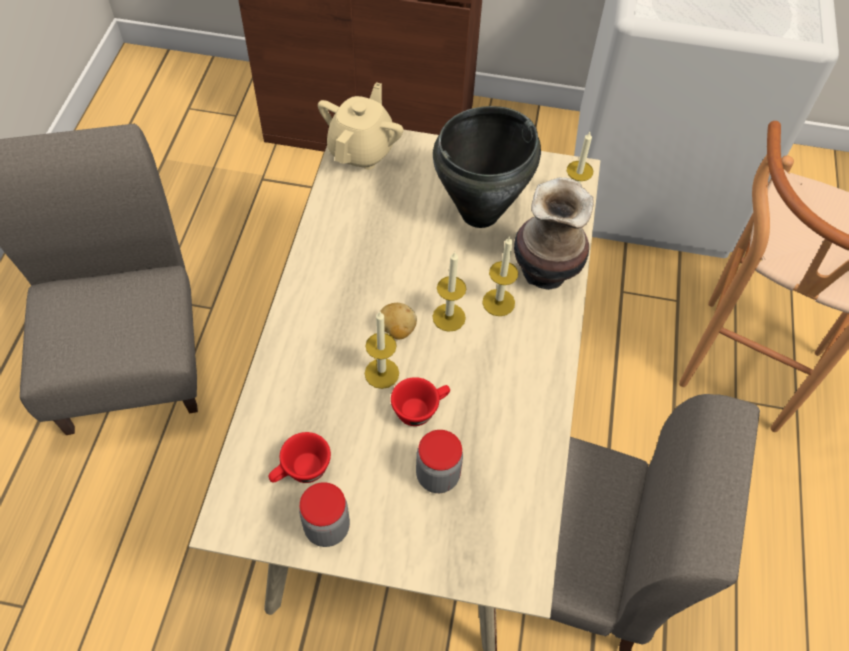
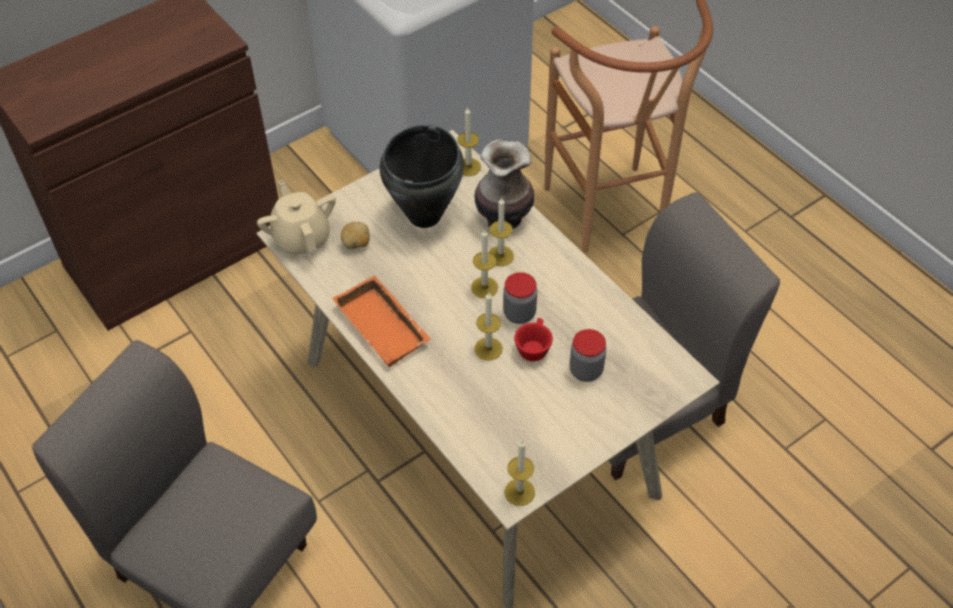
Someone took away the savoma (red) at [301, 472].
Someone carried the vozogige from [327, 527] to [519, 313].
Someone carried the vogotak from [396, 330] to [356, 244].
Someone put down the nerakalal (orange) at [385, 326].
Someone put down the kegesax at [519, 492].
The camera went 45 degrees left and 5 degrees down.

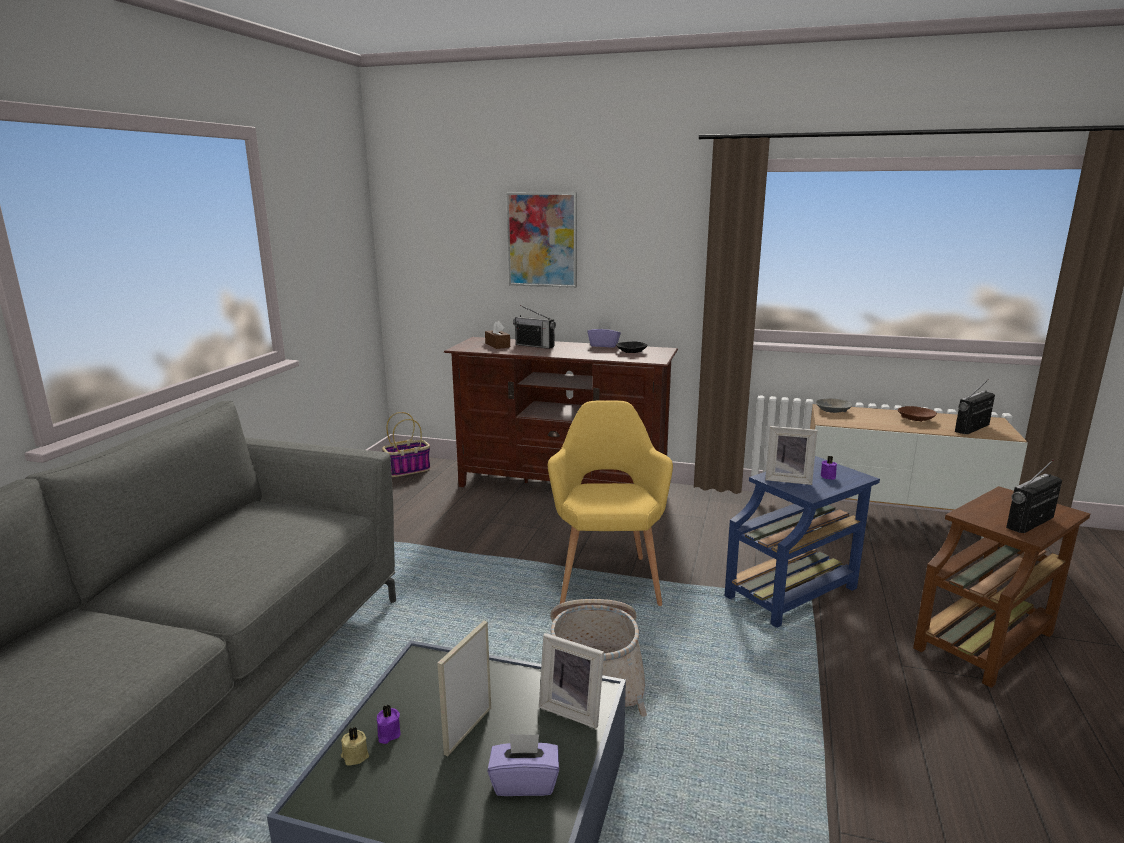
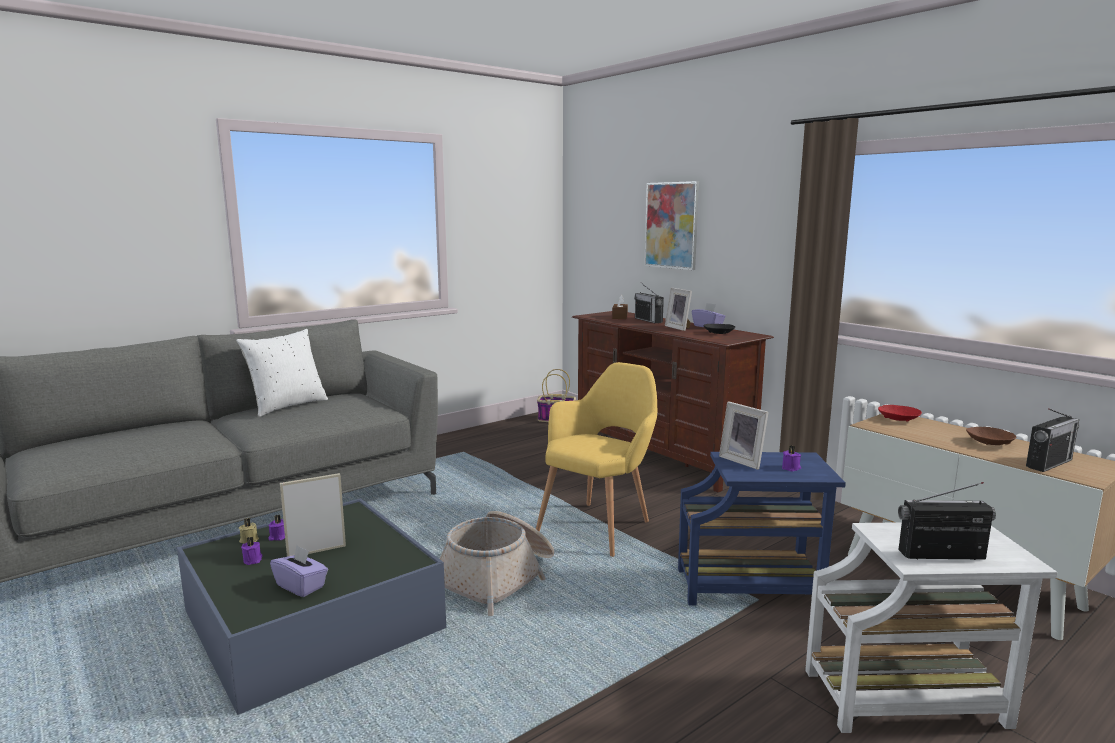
Someone carried the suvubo from [573, 709] to [679, 328].
Someone repainted the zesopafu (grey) at [832, 411], which became the zesopafu (red) at [898, 419].
Someone repainted the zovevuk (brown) at [986, 640], which became the zovevuk (white) at [910, 699].
Someone rotated the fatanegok at [972, 428] by 150 degrees clockwise.
Someone put down the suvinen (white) at [287, 406].
Someone put down the kegesax (purple) at [253, 560].
The camera went 35 degrees right and 5 degrees down.

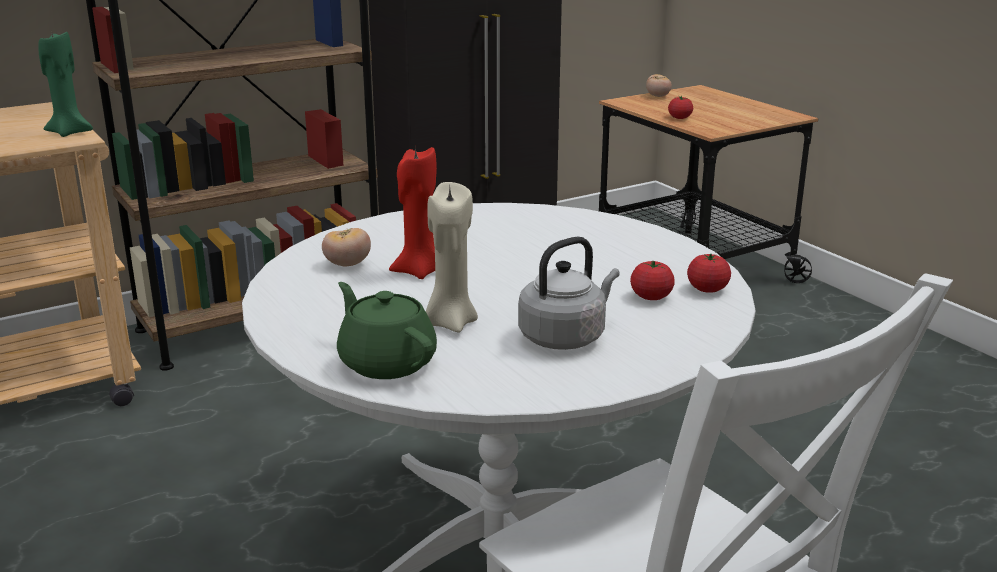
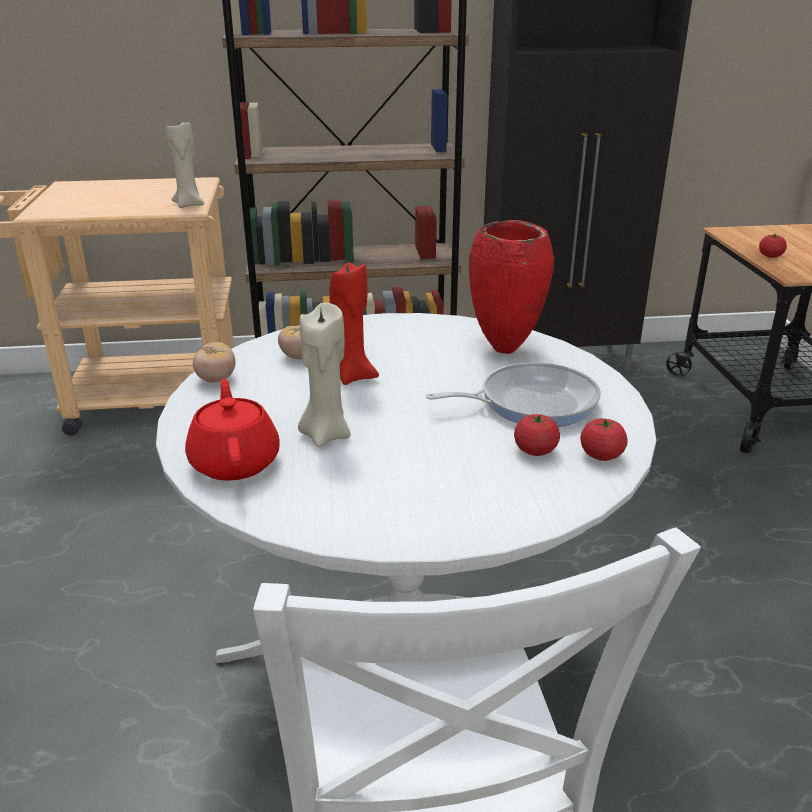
Someone repainted the kegesax (green) at [70, 132], which became the kegesax (beige) at [189, 205].
Someone repainted the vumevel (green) at [386, 362], which became the vumevel (red) at [235, 462].
Someone took away the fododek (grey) at [565, 337].
Someone carried the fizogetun from [658, 96] to [216, 379].
Someone put down the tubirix at [531, 402].
Someone put down the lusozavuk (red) at [506, 350].
The camera went 25 degrees right and 5 degrees up.

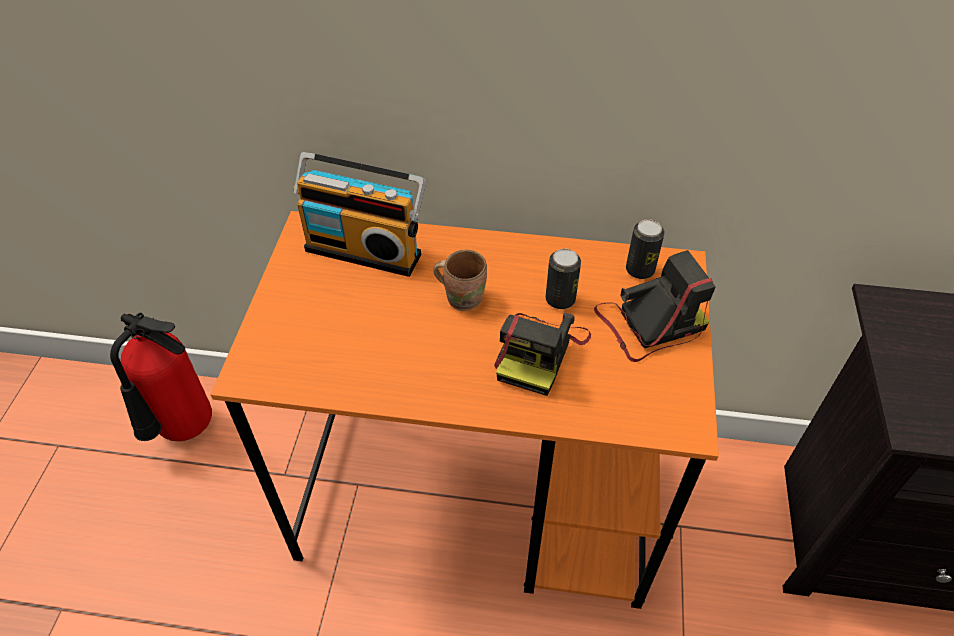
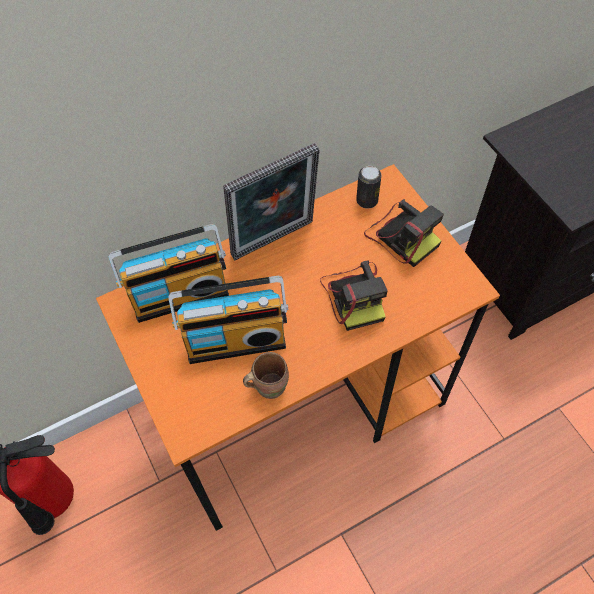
Someone carried the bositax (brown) from [463, 297] to [268, 385].
Someone took away the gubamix at [560, 299].
Someone rotated the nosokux at [649, 324] by 105 degrees clockwise.
Someone put down the fatanegok at [235, 339].
Someone put down the suvubo at [275, 242].
The camera went 35 degrees left and 10 degrees up.

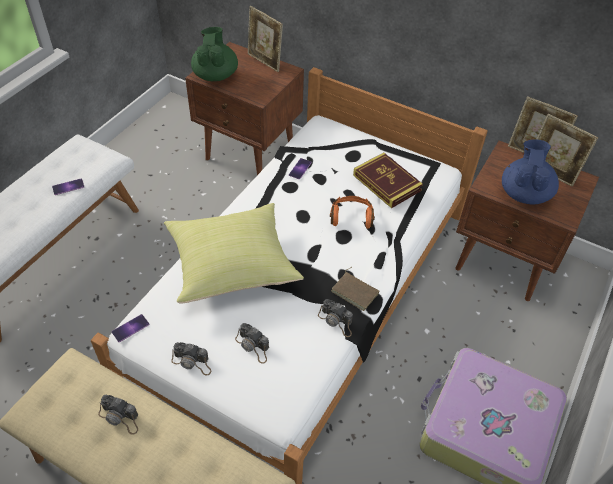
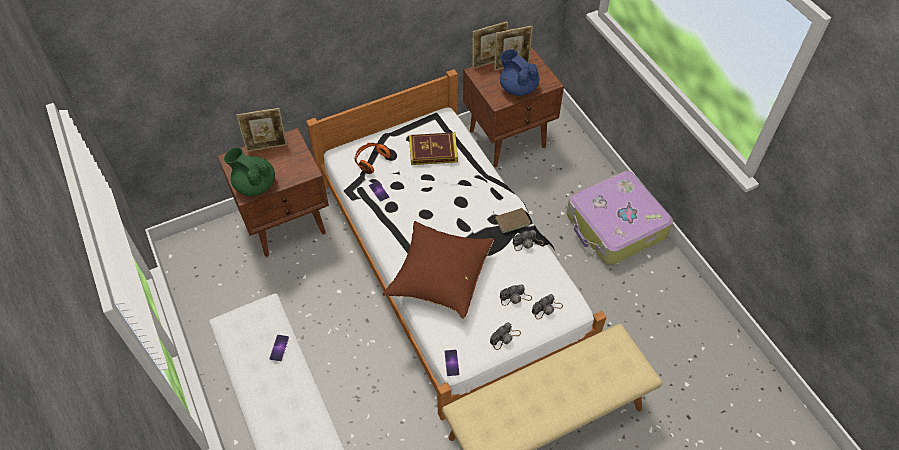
Someone carried the nosokux from [120, 417] to [547, 309].
Someone repainted the suvinen (yellow) at [232, 265], which became the suvinen (brown) at [439, 277].
Someone carried the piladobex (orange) from [351, 217] to [371, 160].
The camera went 55 degrees left and 5 degrees up.

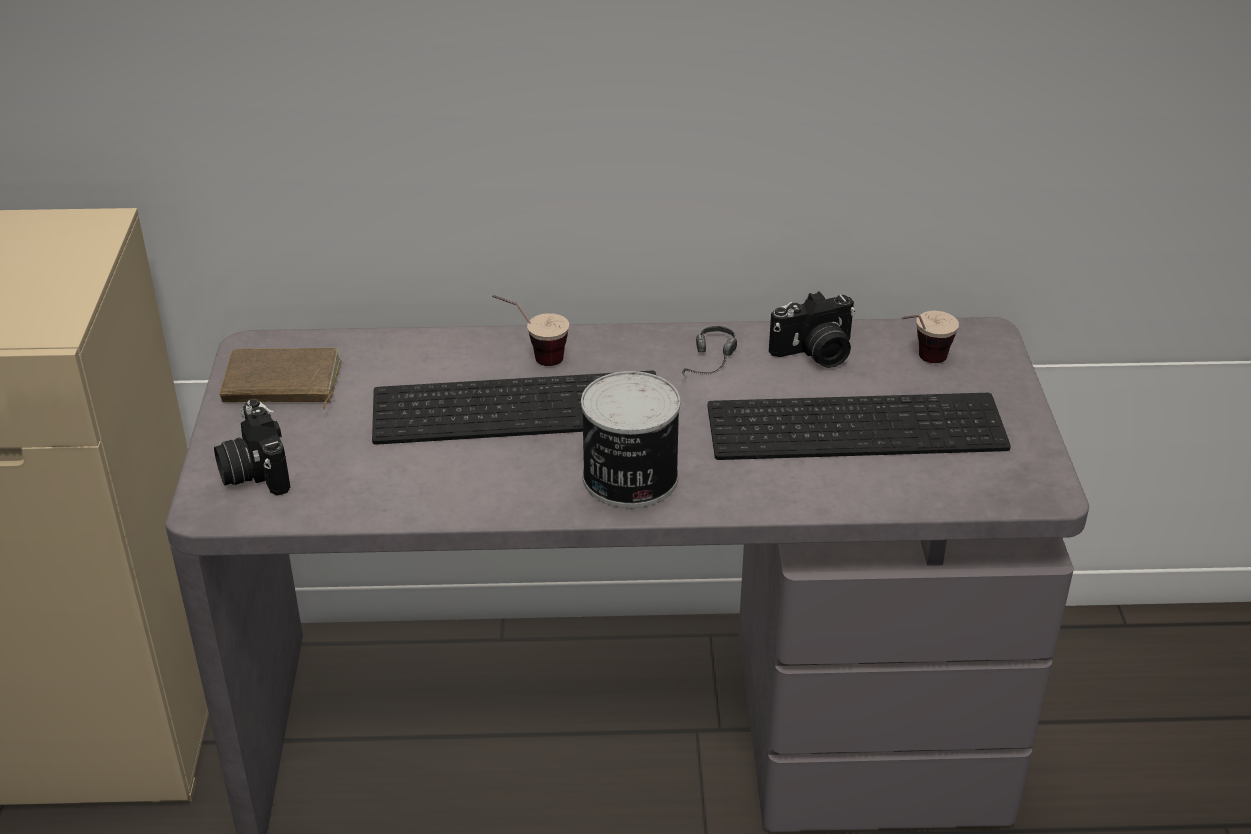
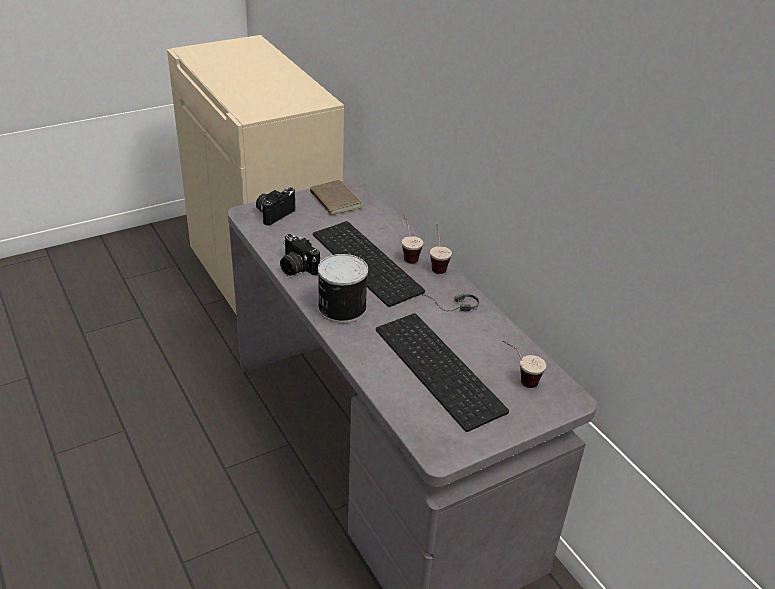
Someone carried the nosokux from [815, 354] to [296, 268].
Someone put down the savoma at [437, 264].
The camera went 60 degrees right and 0 degrees up.

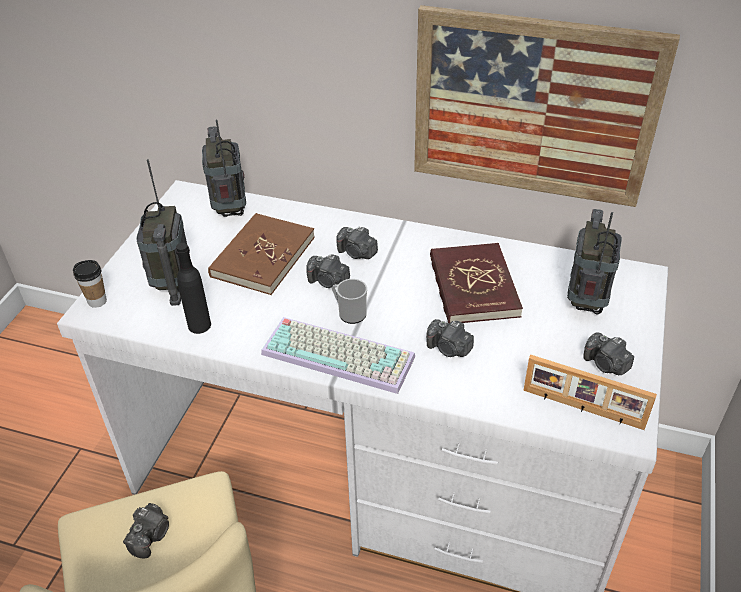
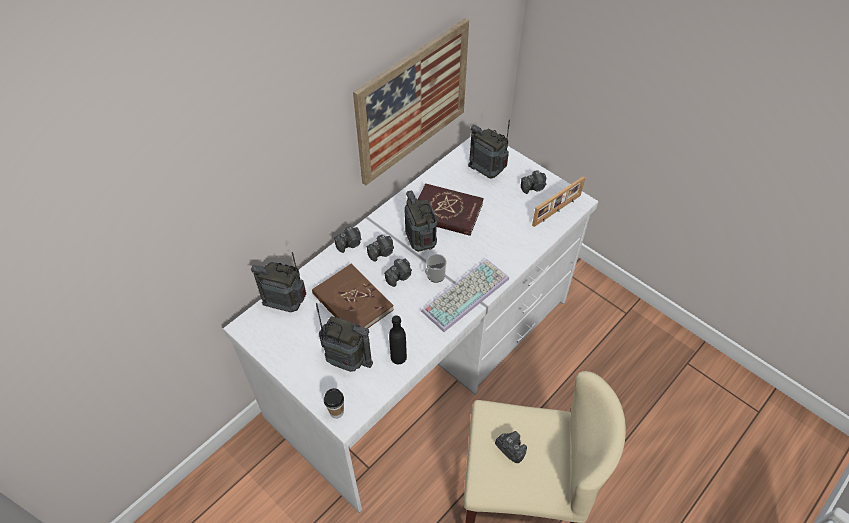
Someone carried the nosokux from [449, 348] to [350, 244].
Someone put down the fatanegok at [421, 244].
The camera went 65 degrees left and 10 degrees up.

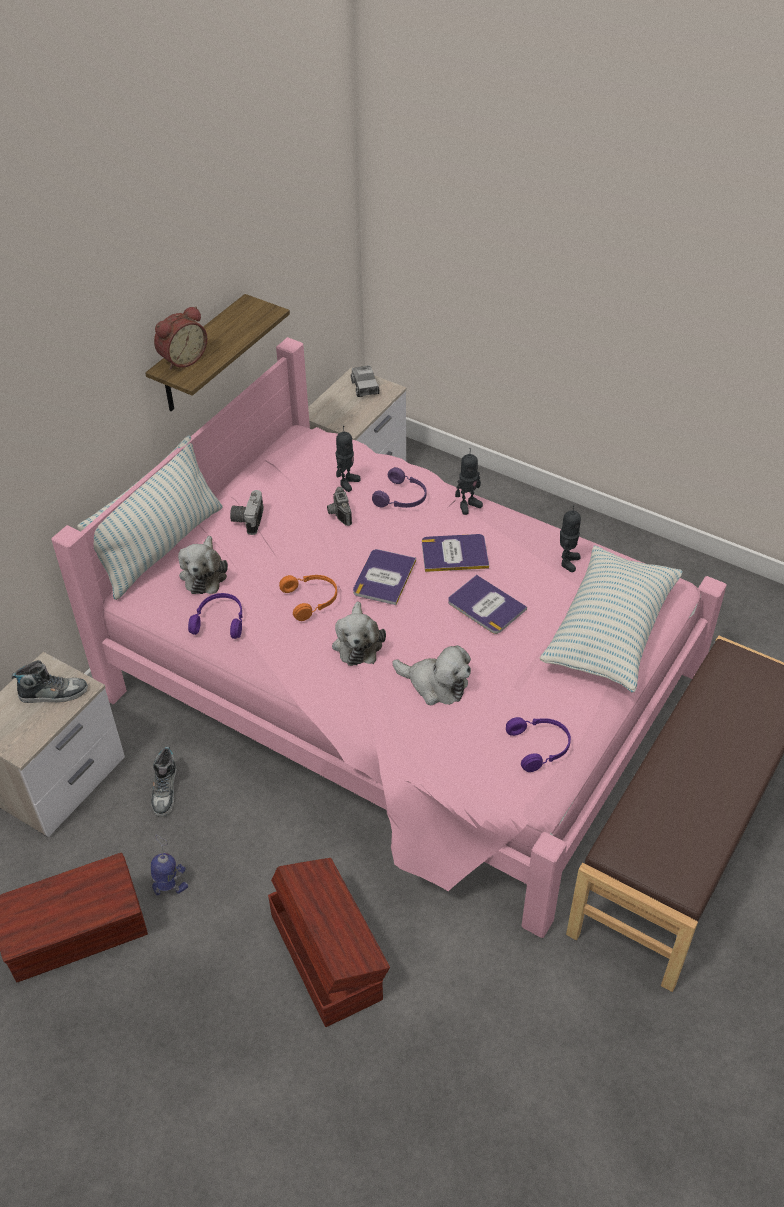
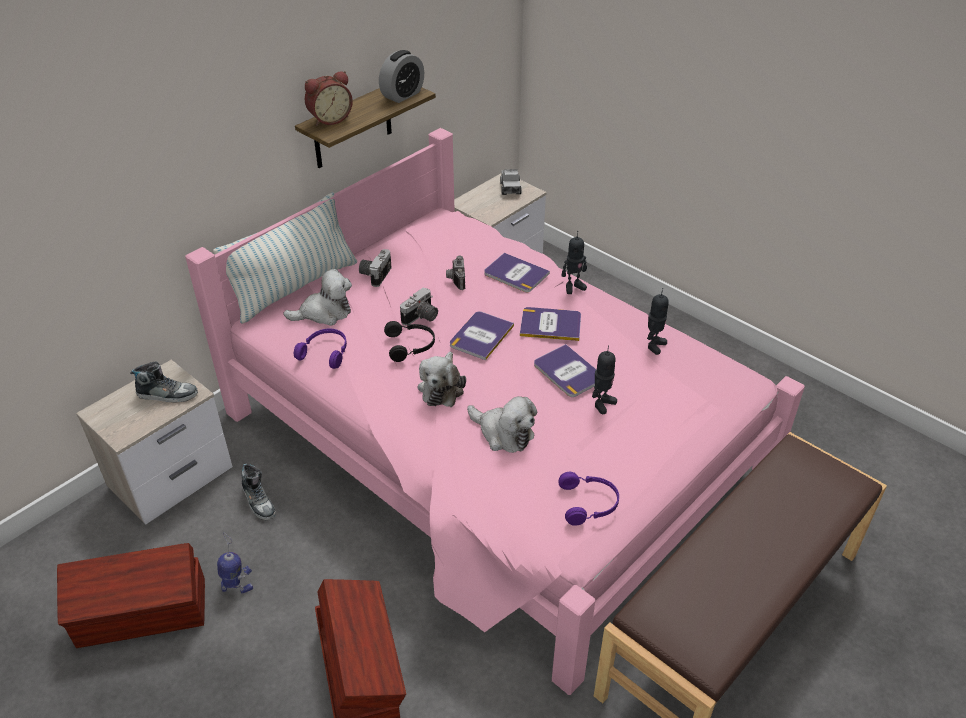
Someone rotated the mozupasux at [165, 790] by 45 degrees counterclockwise.
Someone rotated the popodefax at [204, 574] by 120 degrees counterclockwise.
Someone repainted the piladobex (orange) at [311, 600], which became the piladobex (black) at [411, 346].
Someone carried the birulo from [347, 482] to [602, 403].
Someone swapped the piladobex (purple) at [402, 498] for the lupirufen at [516, 274].
Someone took away the suvinen at [610, 631].
Someone put down the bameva at [402, 95].
Someone put down the nosokux at [421, 318].
The camera went 10 degrees right and 5 degrees down.

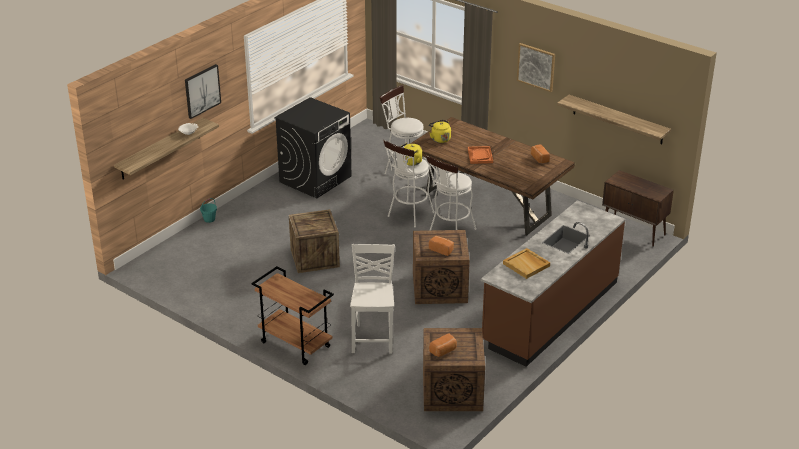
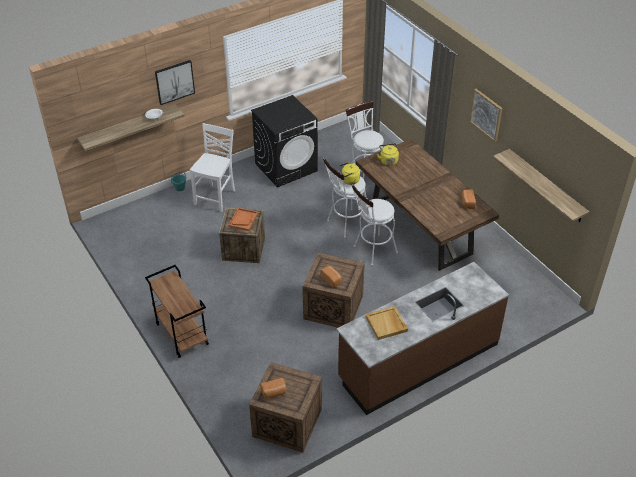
Someone carried the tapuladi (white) from [373, 338] to [216, 197].
Someone carried the nerakalal (orange) from [480, 156] to [243, 220].
Someone took away the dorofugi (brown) at [634, 231].
The camera went 20 degrees right and 10 degrees up.

